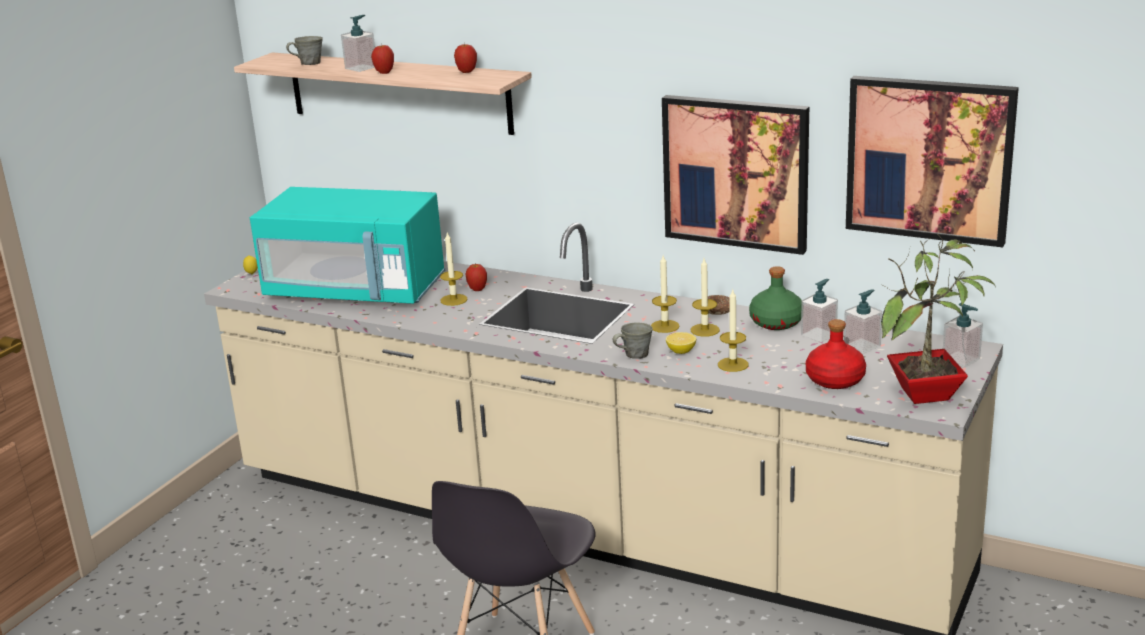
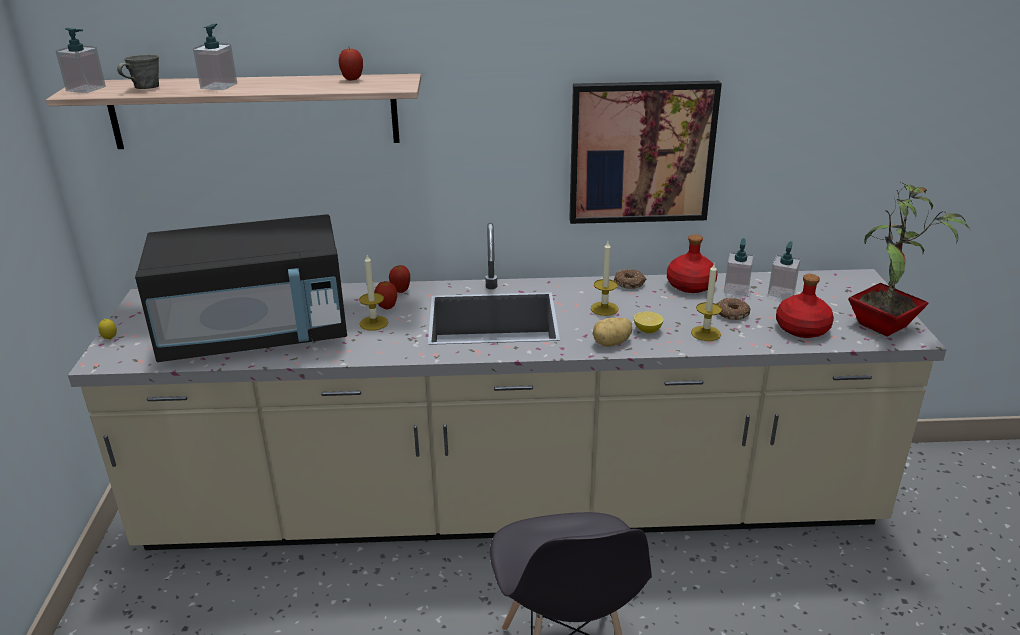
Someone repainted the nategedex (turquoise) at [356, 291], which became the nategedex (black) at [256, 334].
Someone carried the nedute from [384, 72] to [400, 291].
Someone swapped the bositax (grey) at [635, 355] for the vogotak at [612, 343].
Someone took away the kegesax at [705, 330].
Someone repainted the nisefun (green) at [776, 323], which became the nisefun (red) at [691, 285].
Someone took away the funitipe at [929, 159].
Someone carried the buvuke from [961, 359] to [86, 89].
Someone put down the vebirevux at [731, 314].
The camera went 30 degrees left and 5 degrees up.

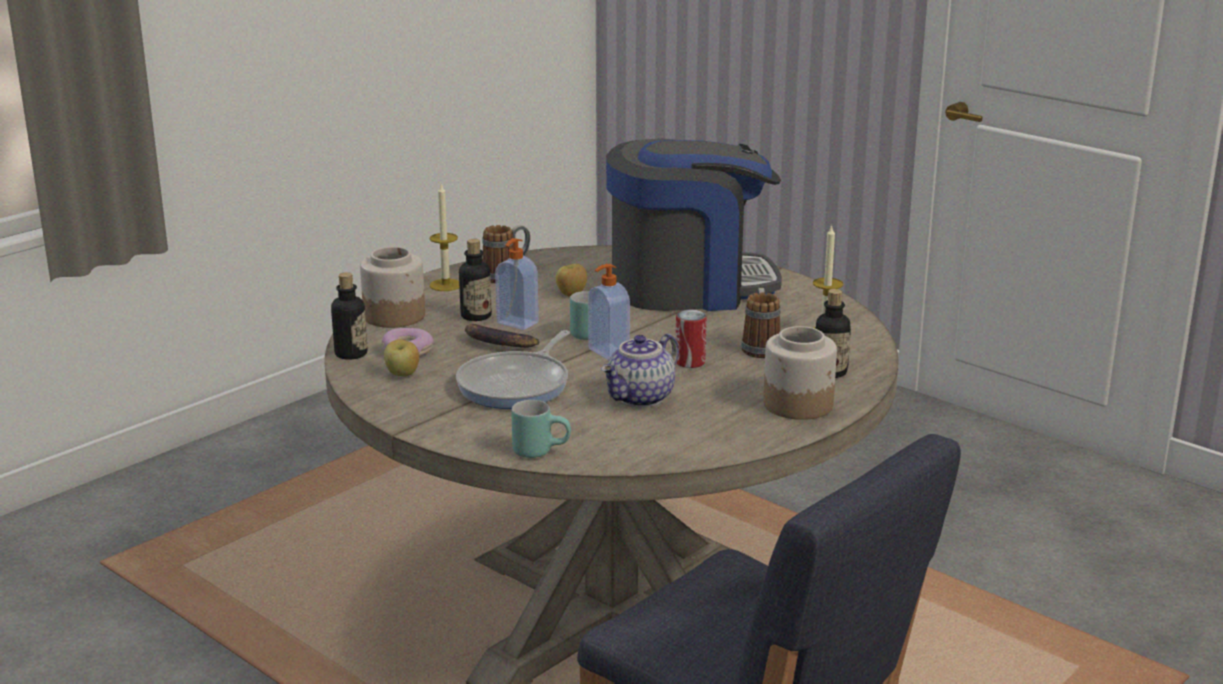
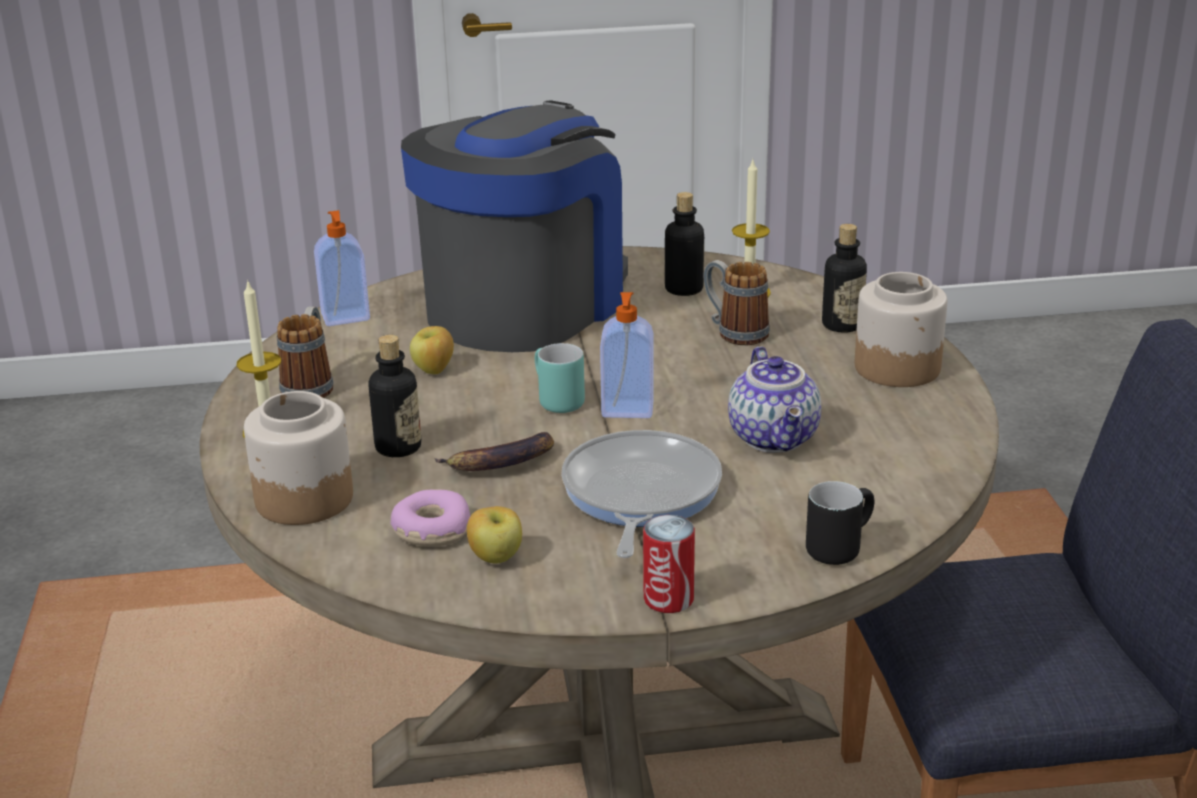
Someone carried the nisefun from [351, 354] to [684, 289].
Someone rotated the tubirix at [517, 385] by 150 degrees counterclockwise.
Someone carried the buvuke from [516, 323] to [346, 318].
Someone repainted the bositax (turquoise) at [541, 450], which became the bositax (black) at [838, 546].
Someone carried the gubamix from [690, 362] to [668, 599].
The camera went 50 degrees left and 5 degrees up.

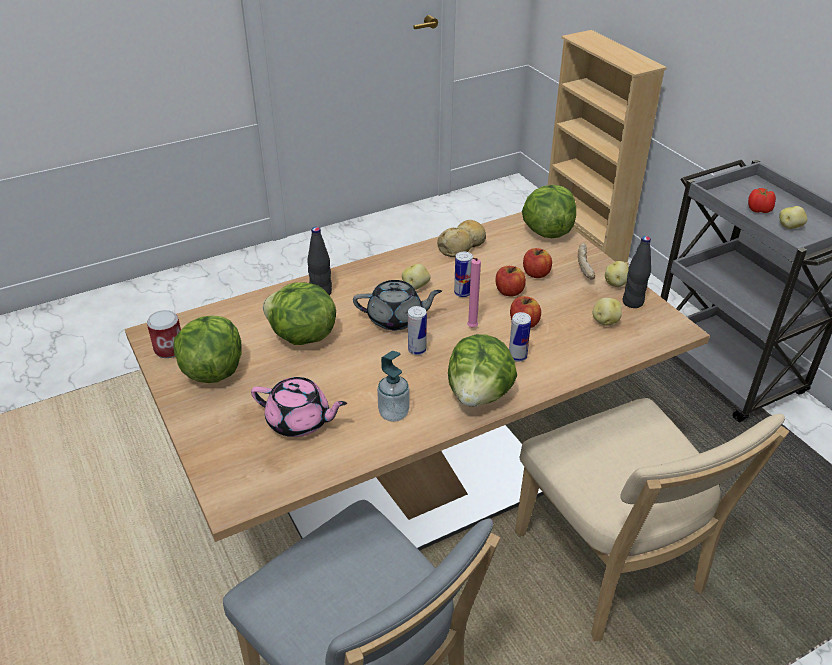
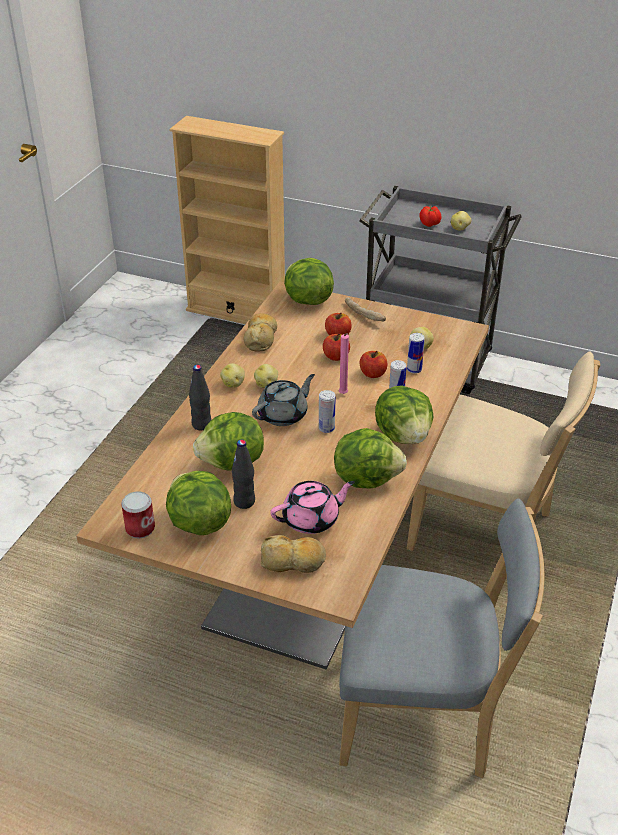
Someone swapped the buvuke at [393, 413] for the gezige at [366, 478].
Someone carried the gubamix from [462, 293] to [414, 370].
Someone carried the vogotak from [617, 283] to [233, 384].
Someone carried the nisefun (black) from [633, 302] to [244, 501].
Someone put down the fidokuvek at [293, 561].
The camera went 40 degrees left and 0 degrees up.

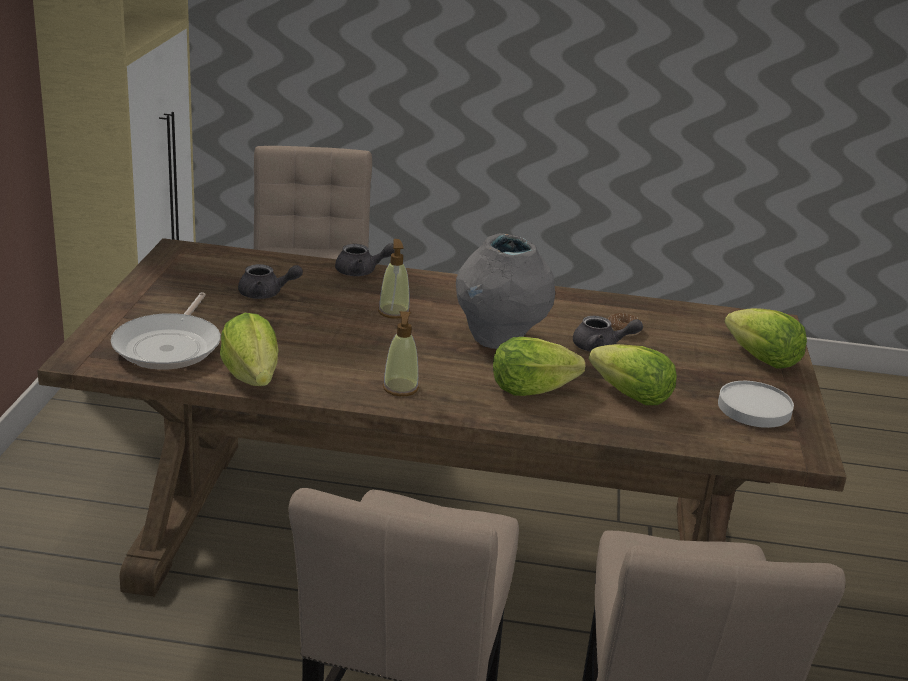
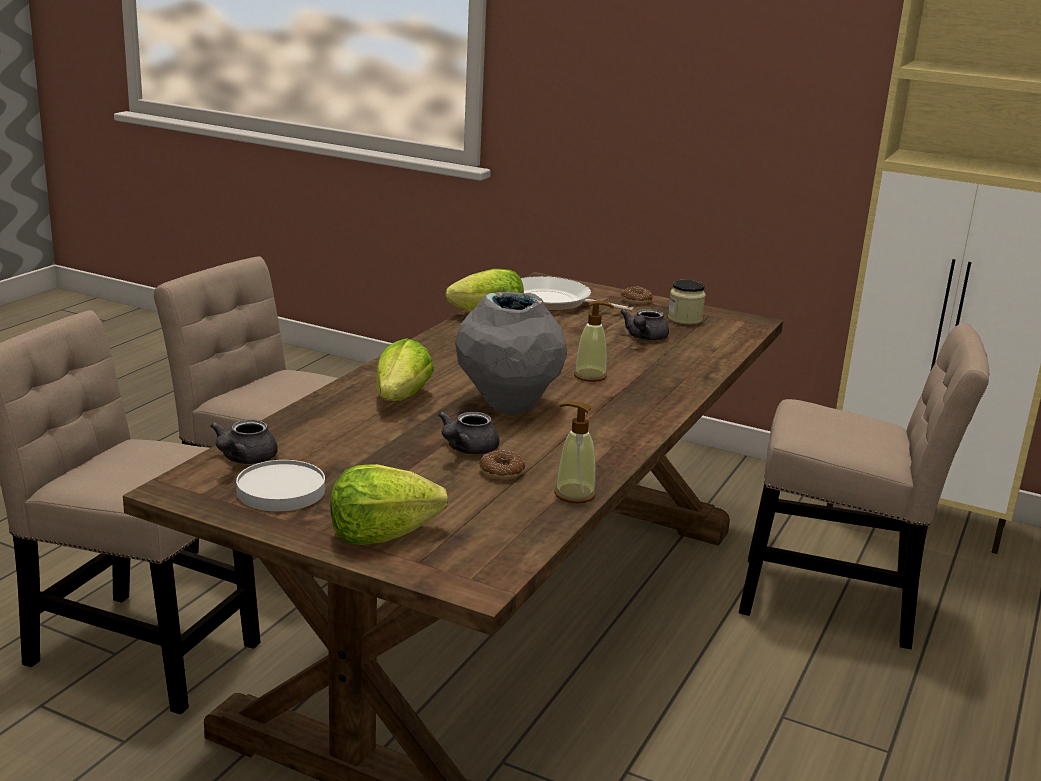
Someone carried the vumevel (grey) from [361, 272] to [243, 459].
Someone carried the buvuke from [400, 388] to [574, 494].
Someone took away the gezige at [631, 396].
Someone put down the vebirevux at [636, 301].
Someone put down the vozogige at [685, 319].
The camera went 110 degrees right and 5 degrees down.

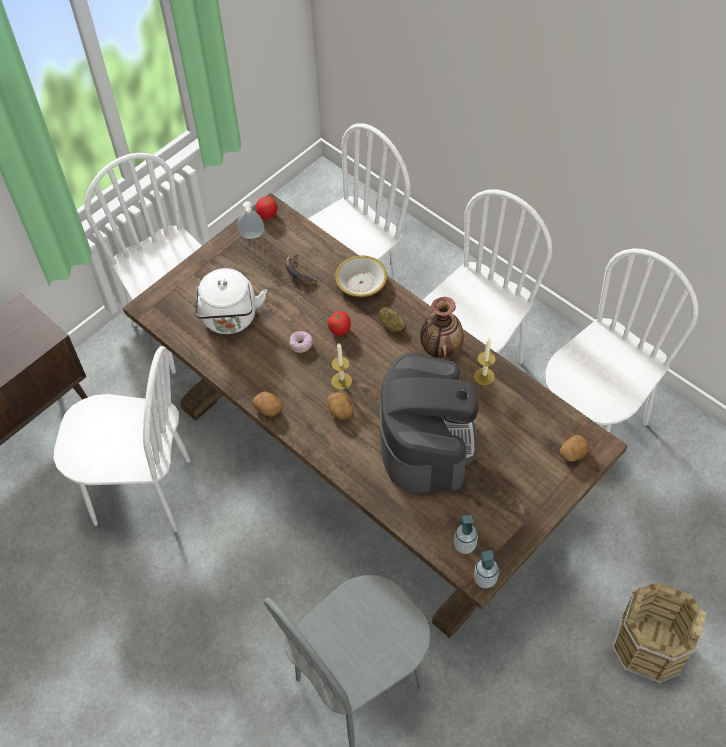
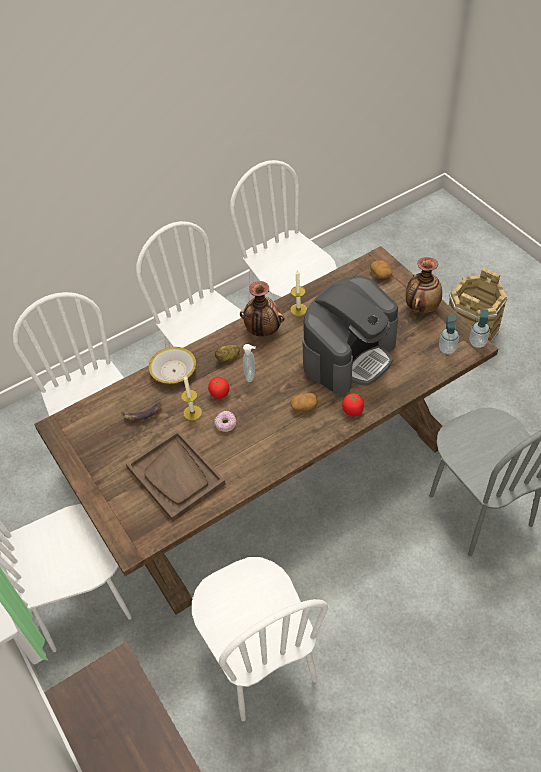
Someone rotated the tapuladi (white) at [142, 492] by 135 degrees clockwise.
Someone swapped the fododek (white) at [230, 319] for the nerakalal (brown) at [176, 476].
Someone carried the buvuke from [252, 236] to [251, 375].
Someone took away the vogotak at [268, 408].
Someone carried the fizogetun from [267, 215] to [353, 411].
Someone carried the kegesax from [341, 381] to [192, 413].
Someone rotated the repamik at [426, 441] by 120 degrees clockwise.
Someone put down the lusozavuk at [421, 307].
The camera went 75 degrees left and 5 degrees down.

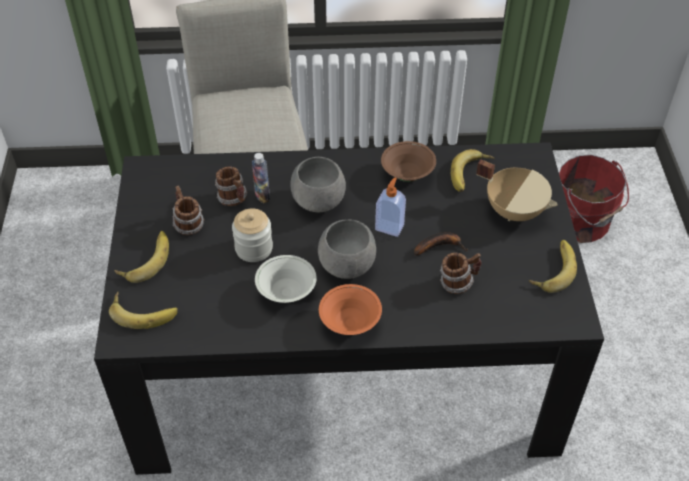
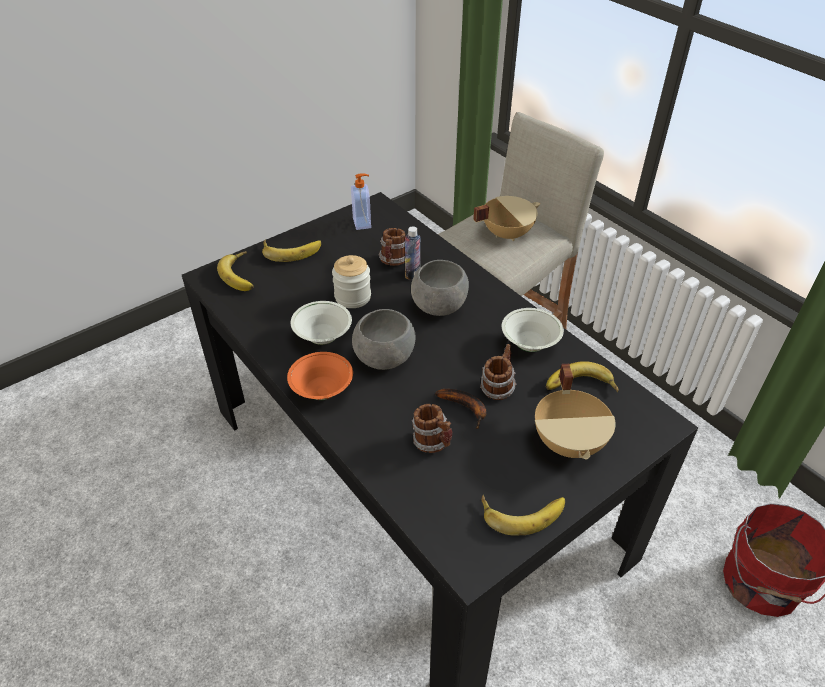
Someone carried the bositax from [188, 224] to [497, 387].
Someone carried the buvuke from [389, 227] to [362, 223].
Someone repainted the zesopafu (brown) at [407, 175], which became the zesopafu (white) at [529, 345].
Someone put down the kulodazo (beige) at [506, 233].
The camera went 55 degrees right and 5 degrees down.

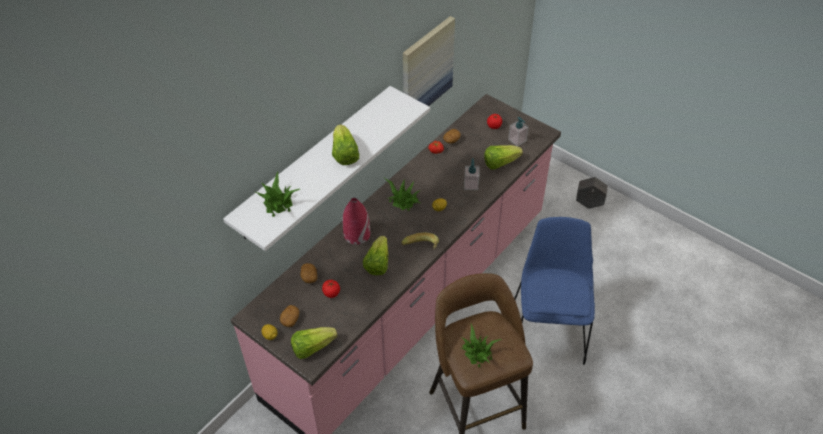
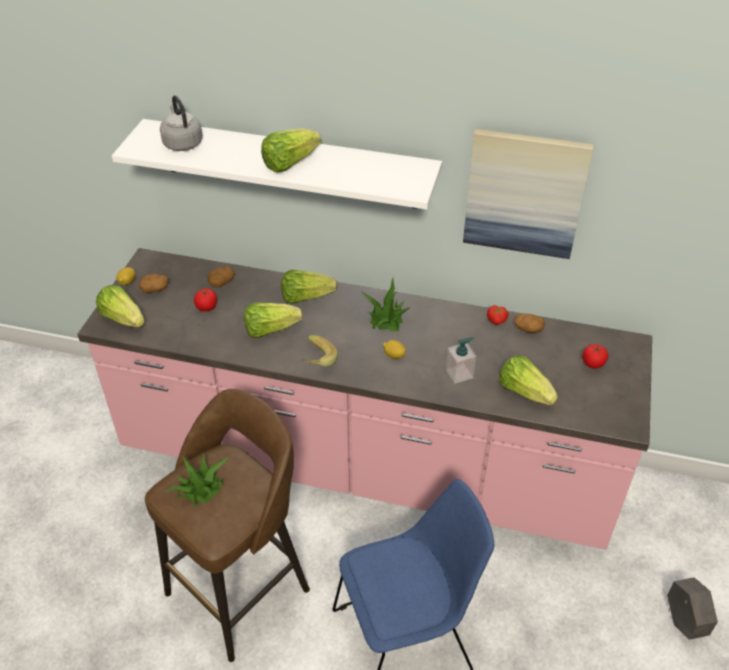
Someone swapped the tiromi at [277, 203] for the fododek (grey) at [182, 143].
Someone swapped the lusozavuk (red) at [356, 234] for the gezige at [306, 297].
Someone took away the buvuke at [517, 140].
The camera went 65 degrees right and 5 degrees down.

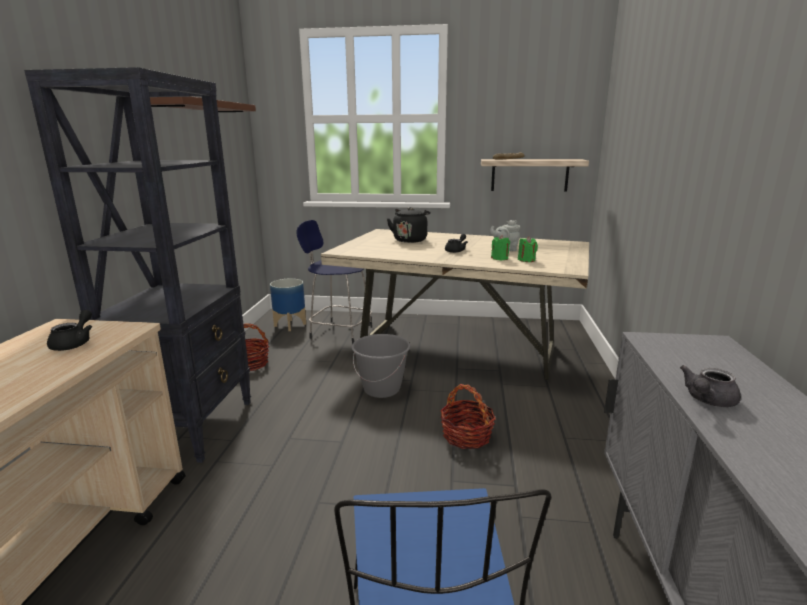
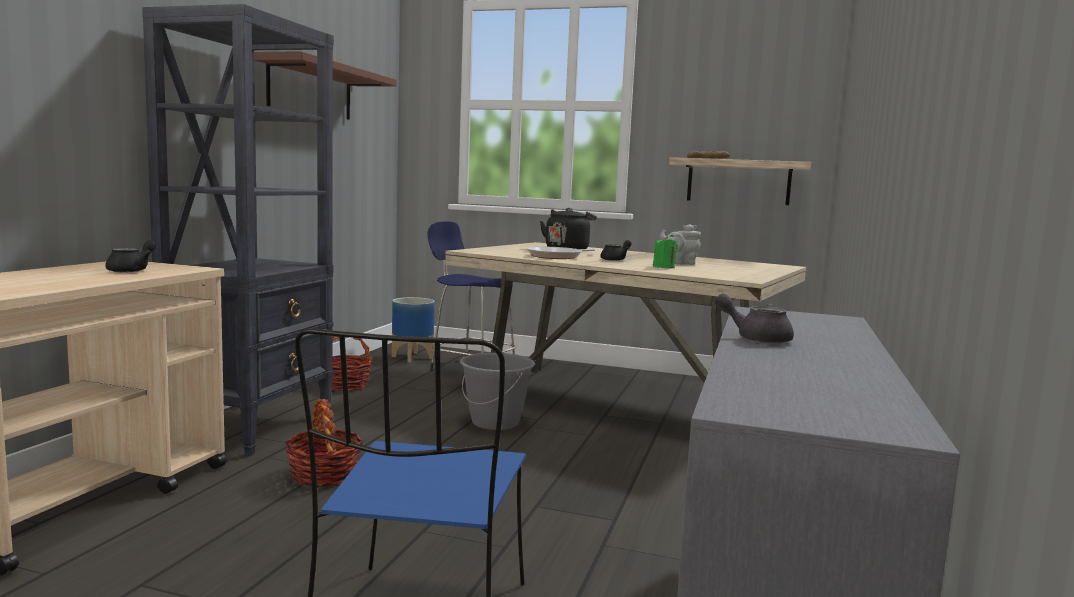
Someone carried the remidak from [466, 436] to [324, 475].
Someone took away the kegesax (green) at [526, 260].
Someone rotated the vumevel (grey) at [707, 400] by 60 degrees clockwise.
Someone put down the tubirix at [557, 256].
The camera went 10 degrees right and 10 degrees down.

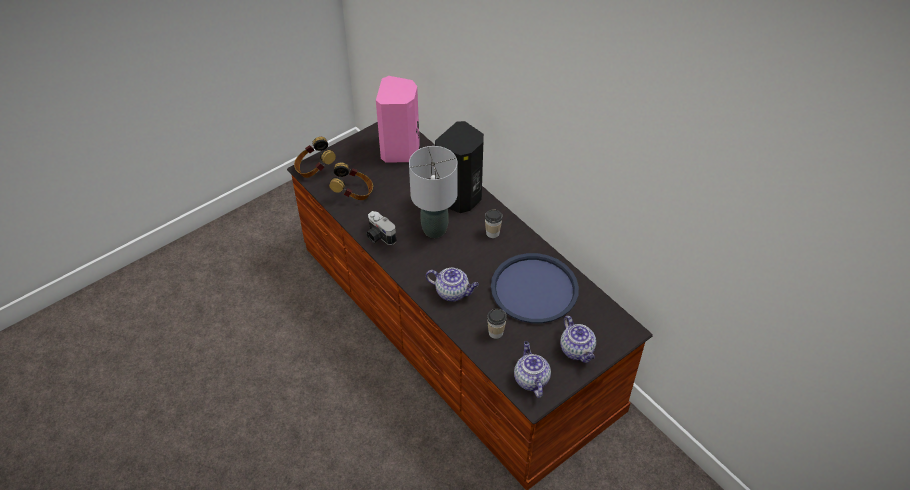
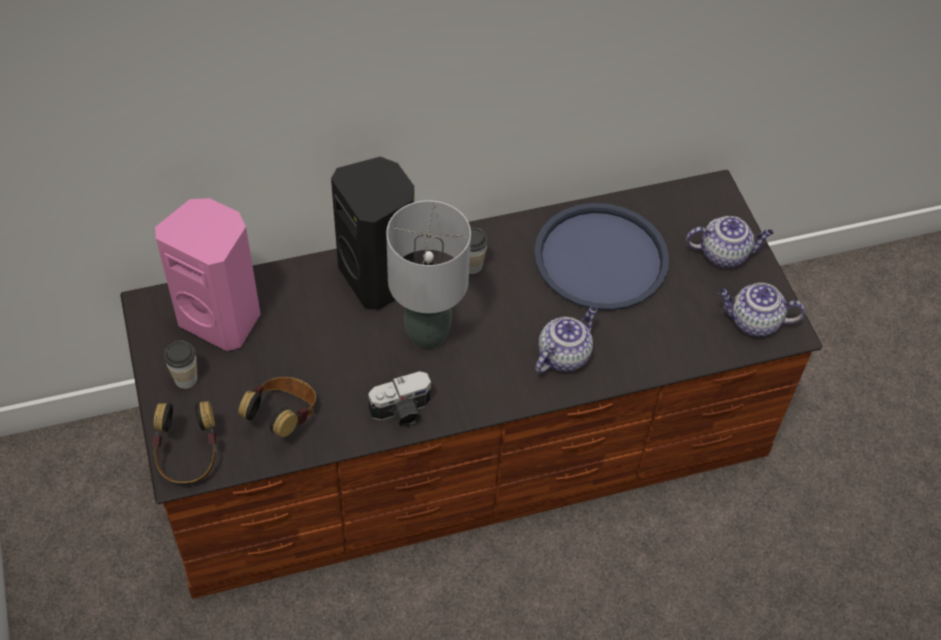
Someone carried the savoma from [495, 332] to [186, 378].
The camera went 70 degrees left and 5 degrees up.

